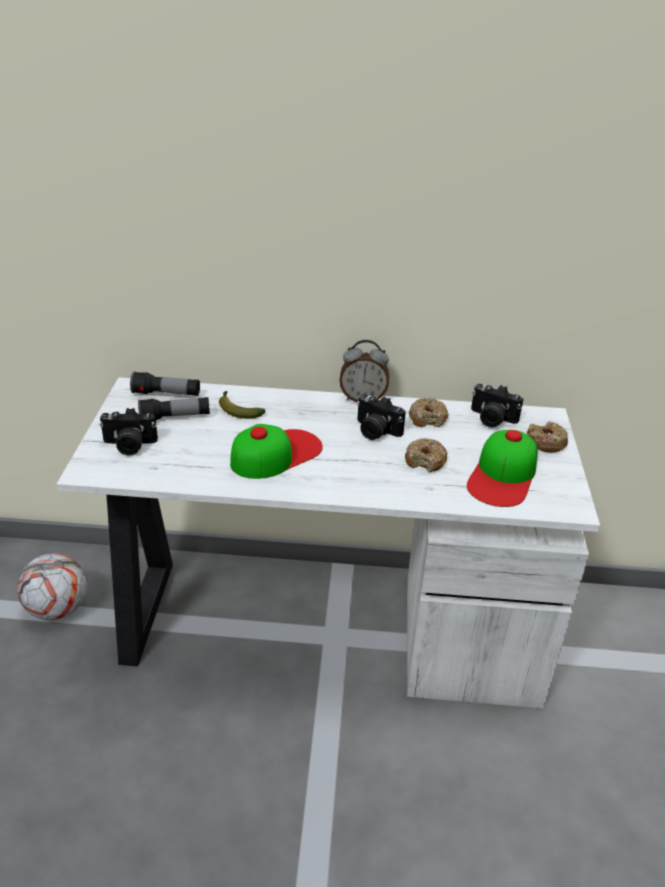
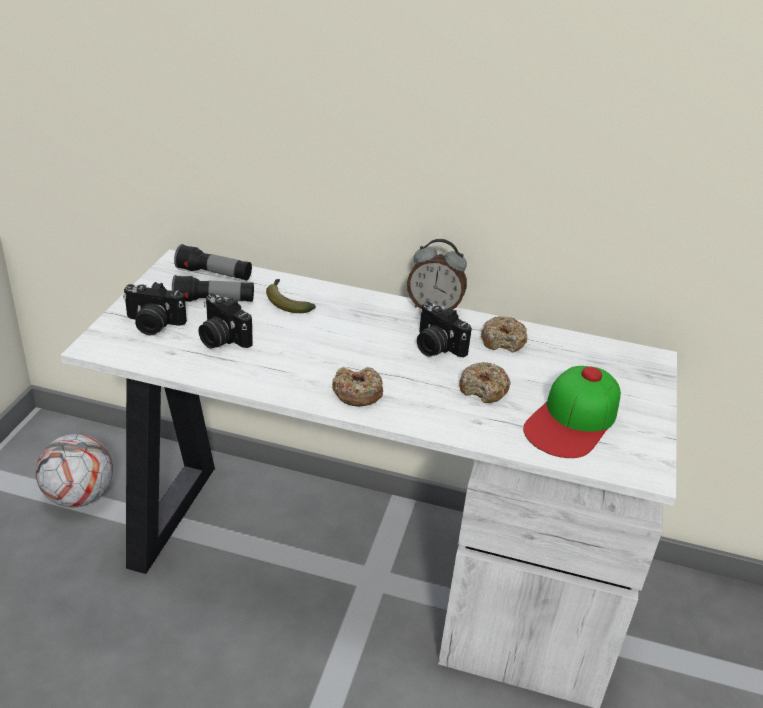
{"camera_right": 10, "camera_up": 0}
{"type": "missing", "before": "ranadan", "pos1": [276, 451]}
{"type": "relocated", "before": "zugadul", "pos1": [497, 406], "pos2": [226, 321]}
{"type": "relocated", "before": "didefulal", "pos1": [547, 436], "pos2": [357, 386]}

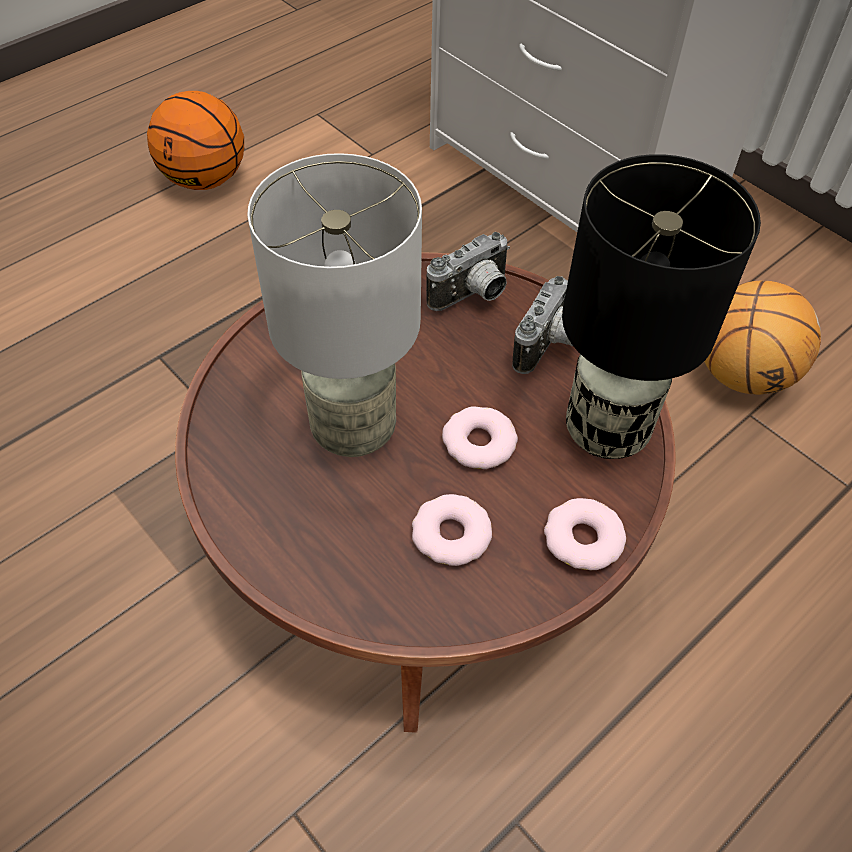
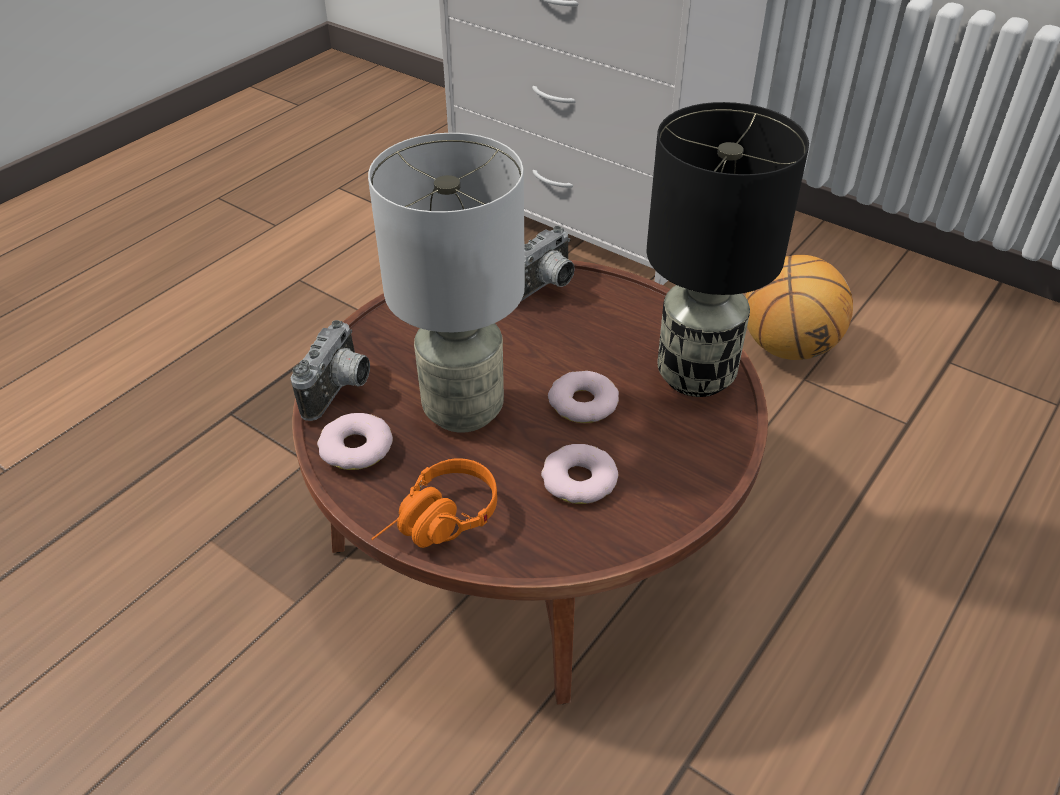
{"camera_right": -10, "camera_up": -10}
{"type": "missing", "before": "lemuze", "pos1": [195, 140]}
{"type": "appeared", "after": "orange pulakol", "pos2": [434, 503]}
{"type": "relocated", "before": "zugadul", "pos1": [542, 325], "pos2": [330, 370]}
{"type": "relocated", "before": "didefulal", "pos1": [585, 534], "pos2": [355, 441]}

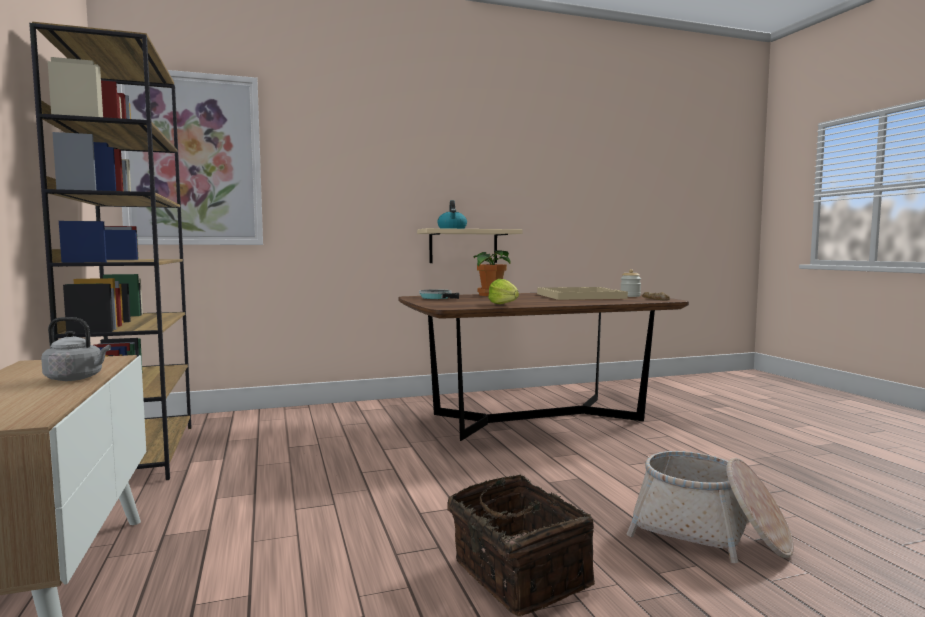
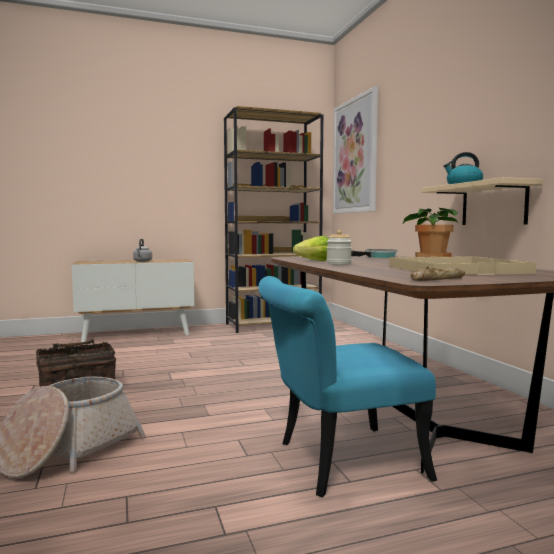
{"camera_right": 90, "camera_up": 0}
{"type": "appeared", "after": "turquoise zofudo", "pos2": [347, 386]}
{"type": "relocated", "before": "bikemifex", "pos1": [631, 283], "pos2": [339, 247]}

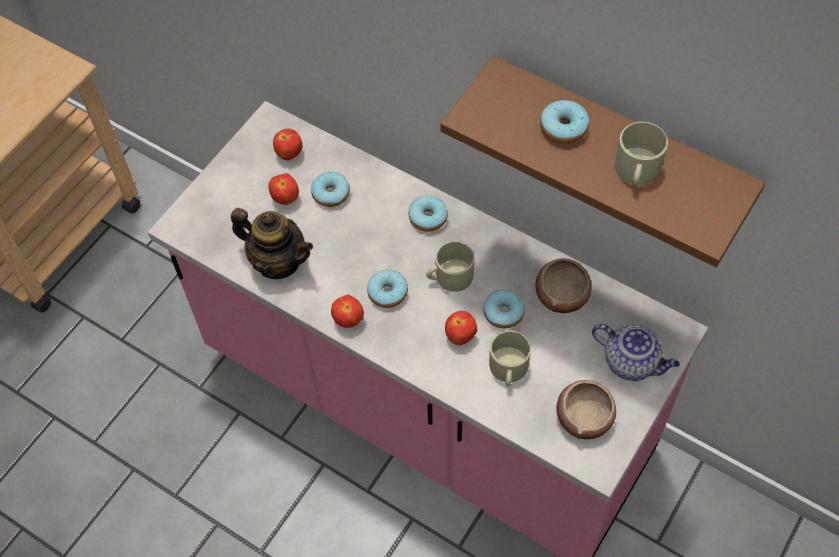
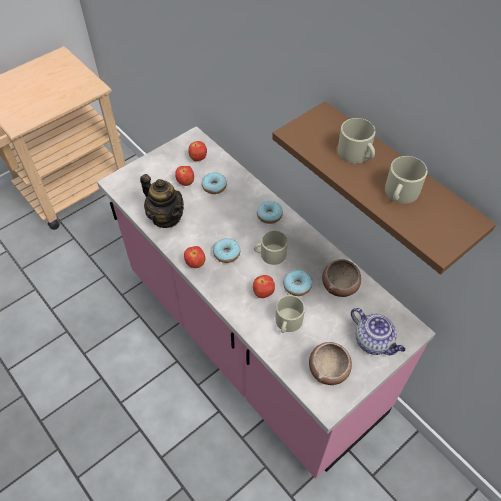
{"camera_right": 15, "camera_up": -5}
{"type": "exchanged", "before": "didefulal", "after": "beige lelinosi", "pos1": [564, 122], "pos2": [357, 140]}

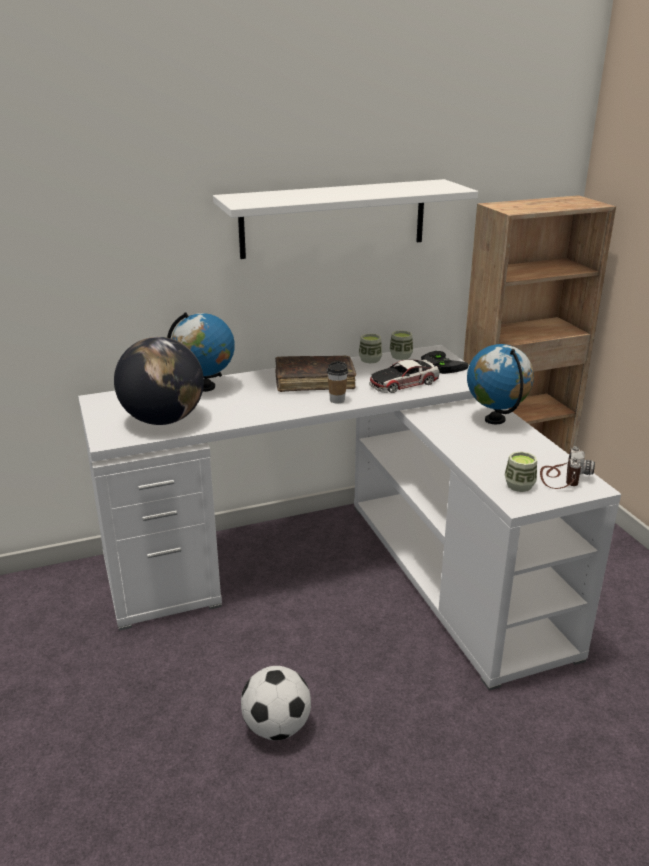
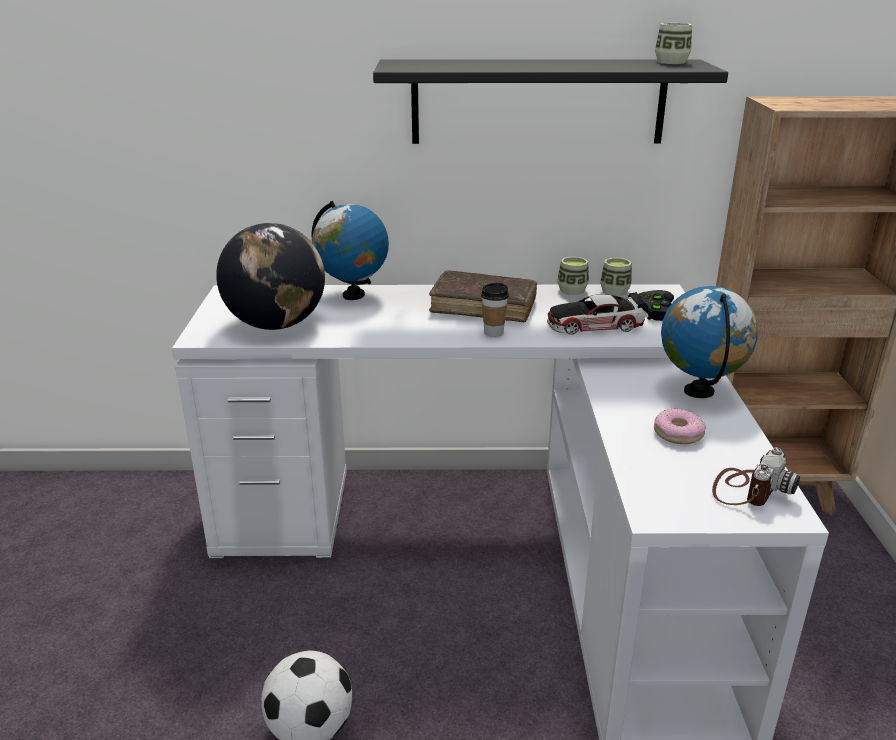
{"camera_right": 20, "camera_up": 0}
{"type": "appeared", "after": "didefulal", "pos2": [680, 426]}
{"type": "relocated", "before": "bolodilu", "pos1": [521, 471], "pos2": [673, 43]}
{"type": "colour", "before": "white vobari", "after": "black vobari", "pos1": [345, 219], "pos2": [550, 101]}

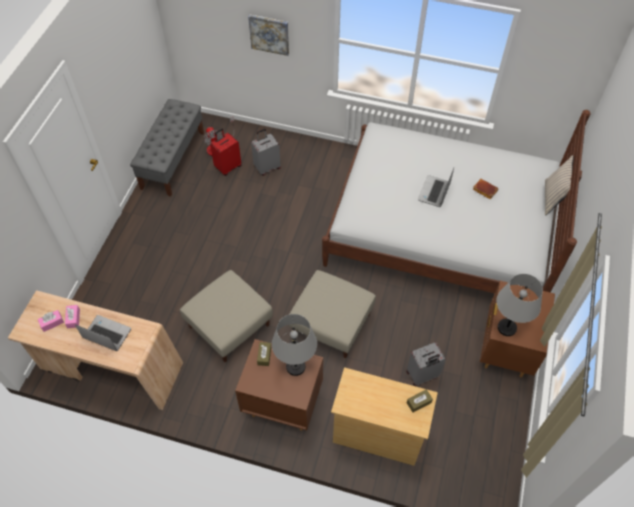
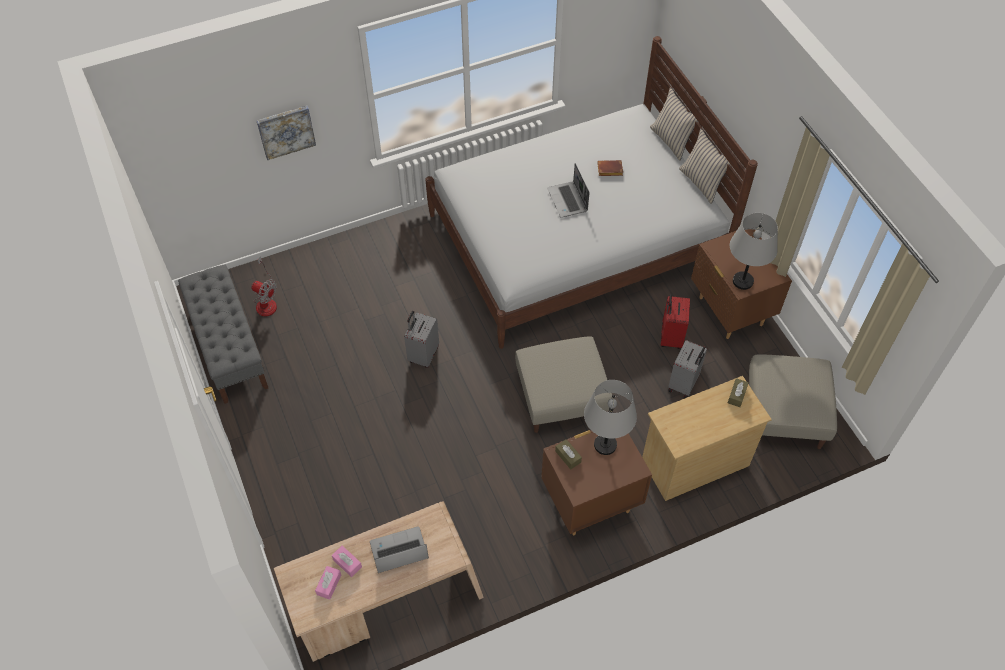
{"camera_right": -40, "camera_up": 0}
{"type": "appeared", "after": "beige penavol", "pos2": [705, 166]}
{"type": "relocated", "before": "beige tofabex", "pos1": [226, 316], "pos2": [793, 401]}
{"type": "relocated", "before": "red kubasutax", "pos1": [225, 152], "pos2": [675, 321]}
{"type": "relocated", "before": "grey kubasutax", "pos1": [266, 152], "pos2": [421, 339]}

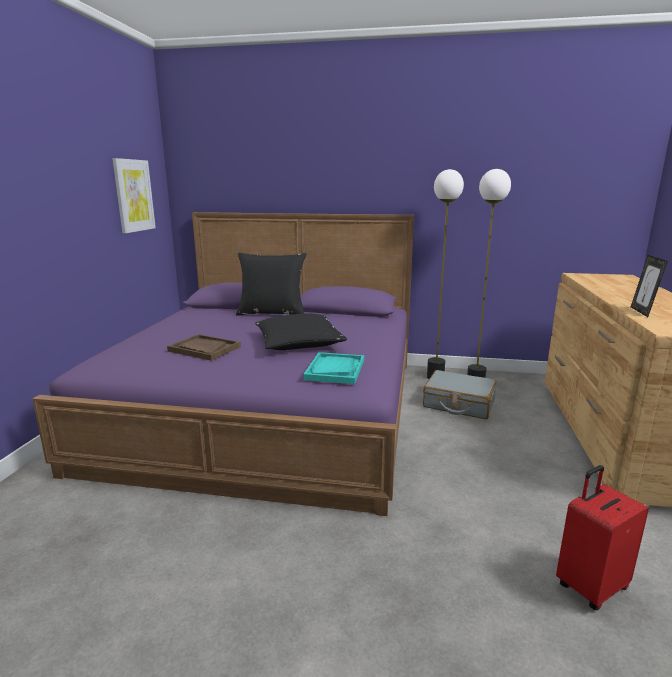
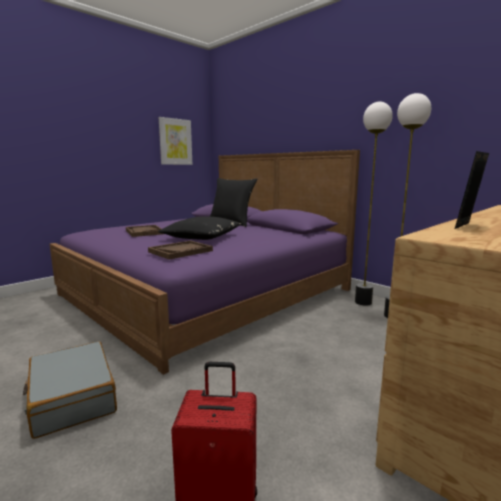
{"camera_right": 35, "camera_up": -5}
{"type": "relocated", "before": "grey kubasutax", "pos1": [460, 394], "pos2": [70, 390]}
{"type": "colour", "before": "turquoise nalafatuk", "after": "brown nalafatuk", "pos1": [333, 368], "pos2": [180, 250]}

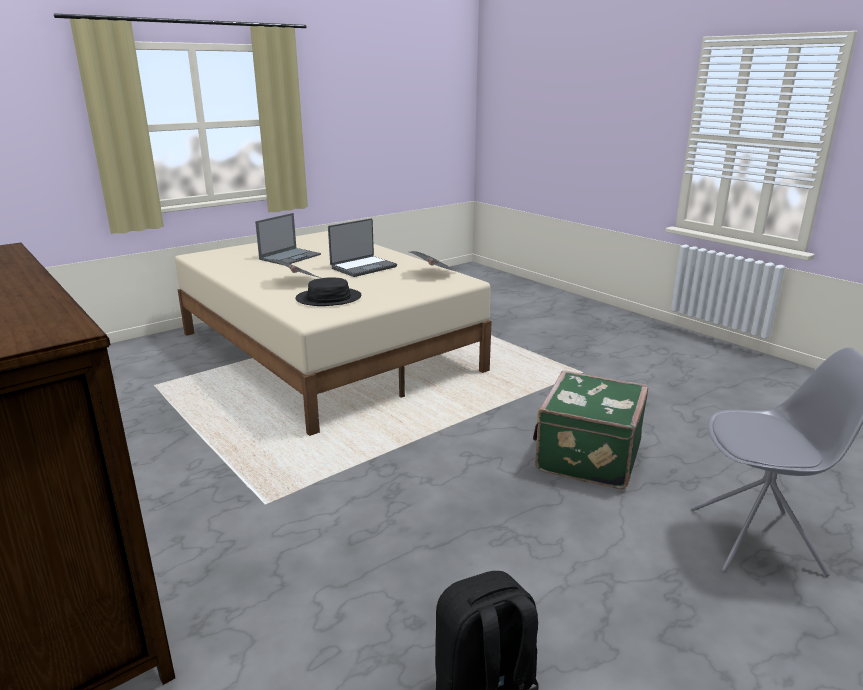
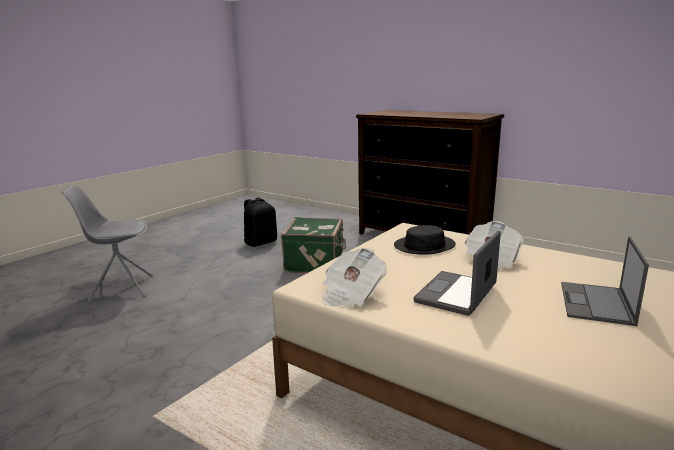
{"camera_right": 165, "camera_up": -5}
{"type": "relocated", "before": "green kubasutax", "pos1": [590, 429], "pos2": [313, 245]}

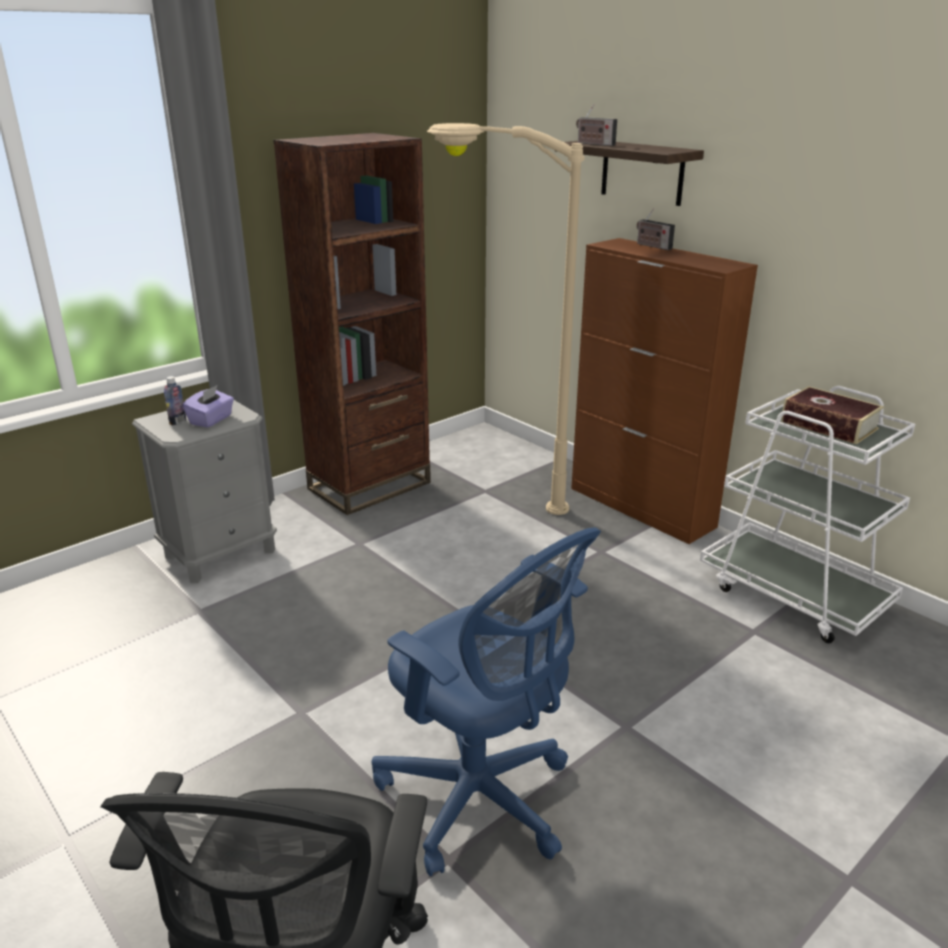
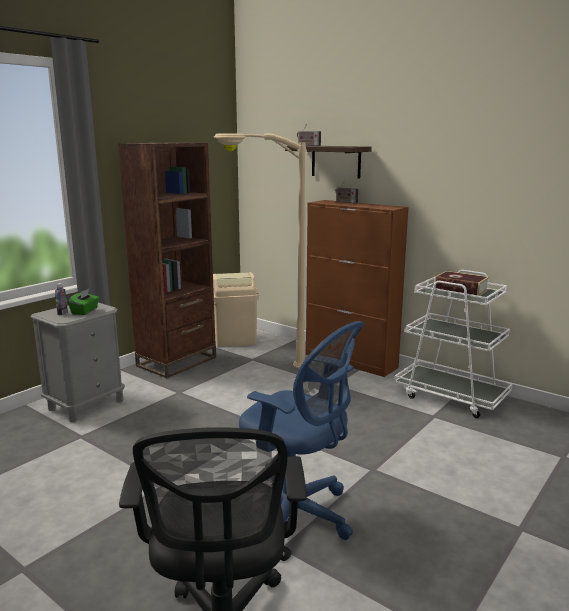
{"camera_right": -10, "camera_up": -10}
{"type": "appeared", "after": "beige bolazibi", "pos2": [236, 309]}
{"type": "colour", "before": "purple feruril", "after": "green feruril", "pos1": [208, 406], "pos2": [83, 302]}

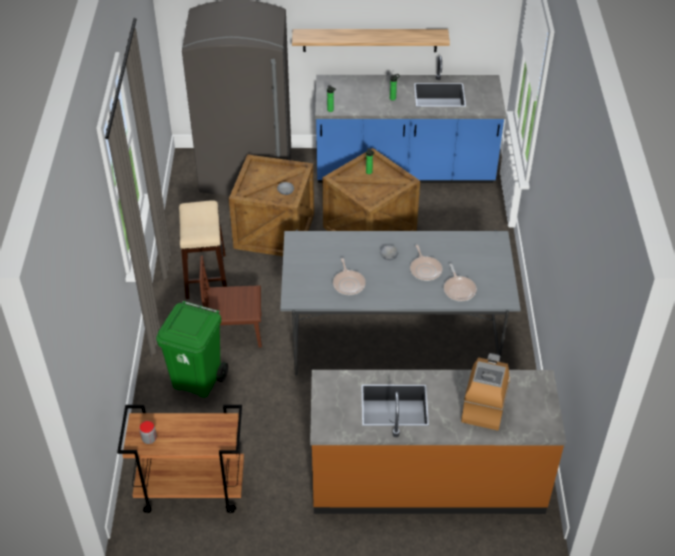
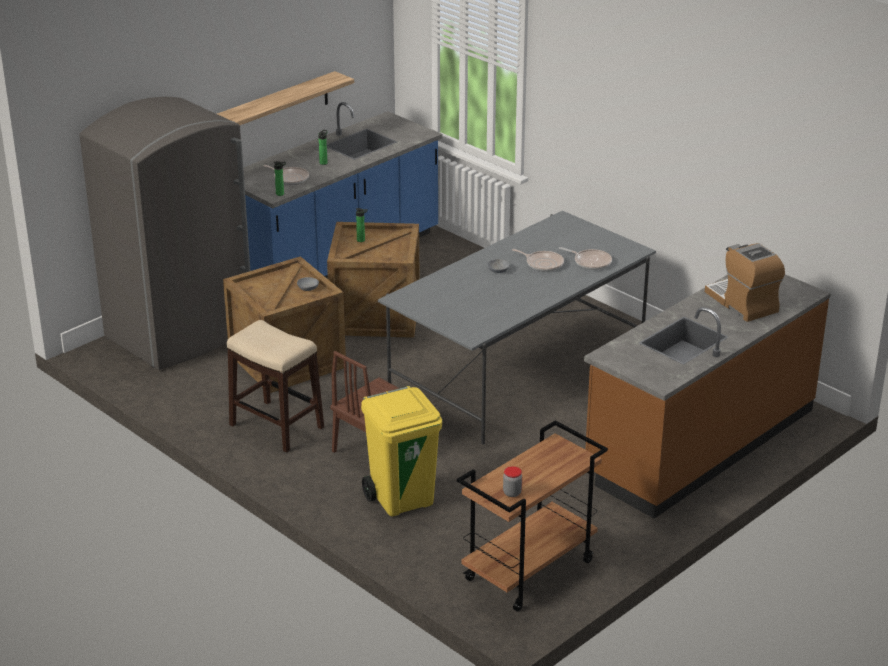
{"camera_right": -45, "camera_up": -15}
{"type": "relocated", "before": "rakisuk", "pos1": [349, 276], "pos2": [286, 175]}
{"type": "colour", "before": "green bolazibi", "after": "yellow bolazibi", "pos1": [192, 349], "pos2": [401, 451]}

